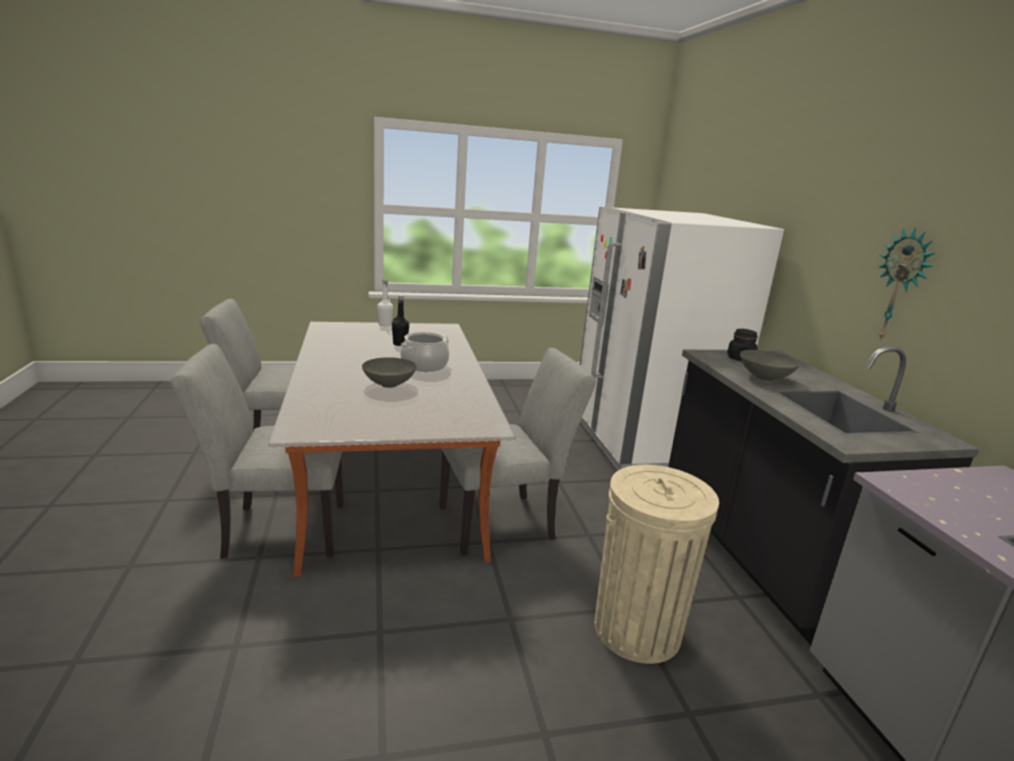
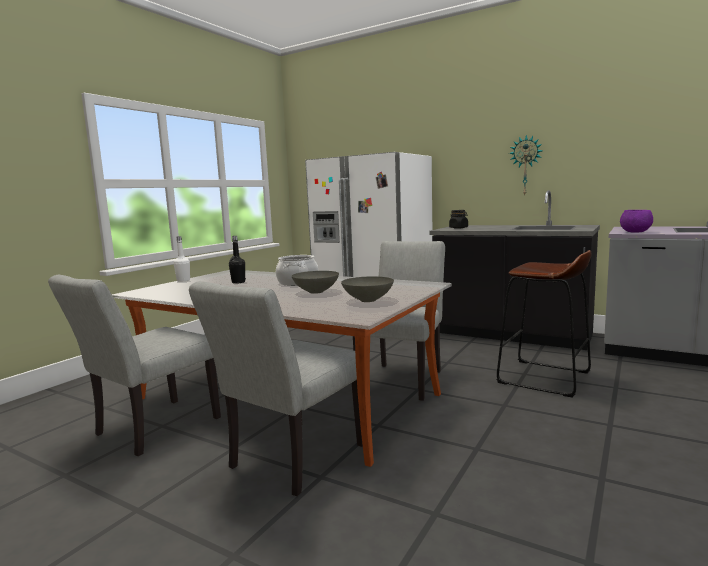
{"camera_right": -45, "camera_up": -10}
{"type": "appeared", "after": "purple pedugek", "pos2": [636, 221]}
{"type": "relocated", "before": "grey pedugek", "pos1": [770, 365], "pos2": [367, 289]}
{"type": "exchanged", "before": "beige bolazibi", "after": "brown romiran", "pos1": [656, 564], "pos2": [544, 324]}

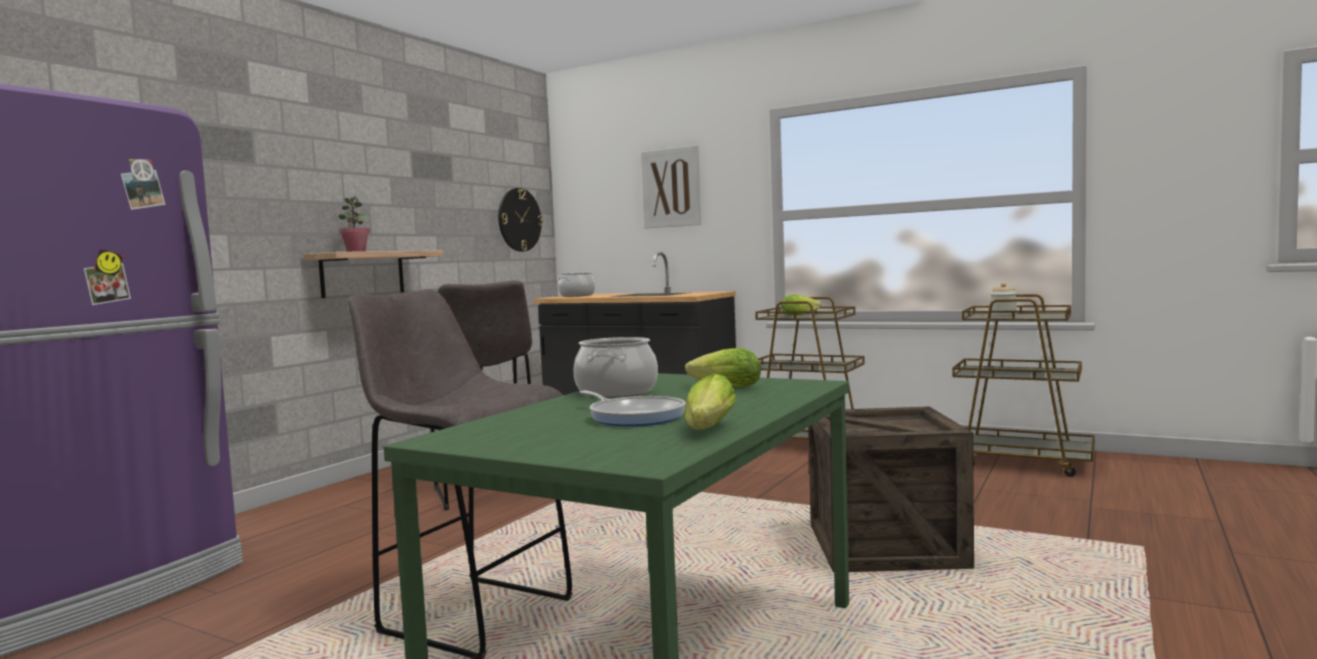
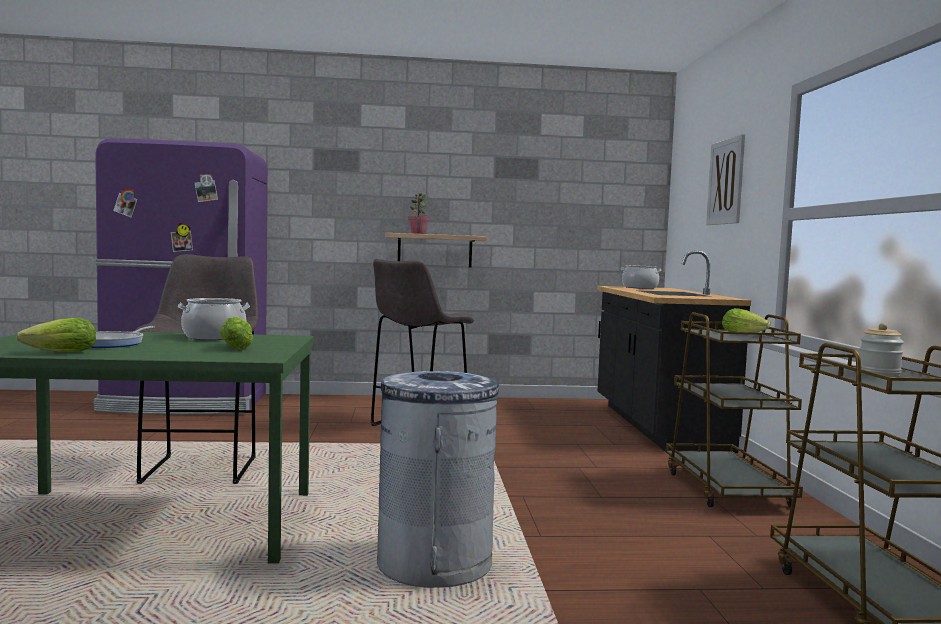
{"camera_right": 55, "camera_up": 0}
{"type": "missing", "before": "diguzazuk", "pos1": [520, 220]}
{"type": "exchanged", "before": "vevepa", "after": "grey bolazibi", "pos1": [891, 489], "pos2": [440, 479]}

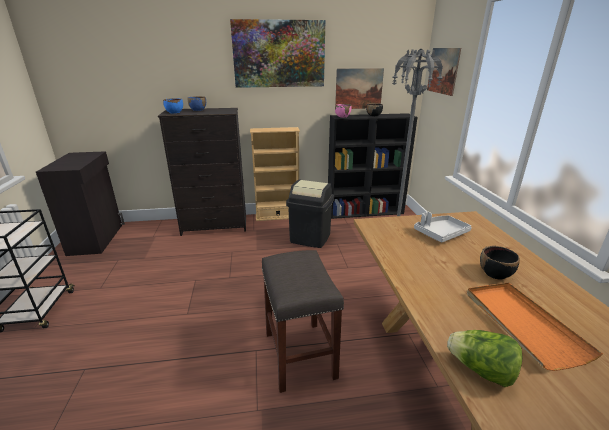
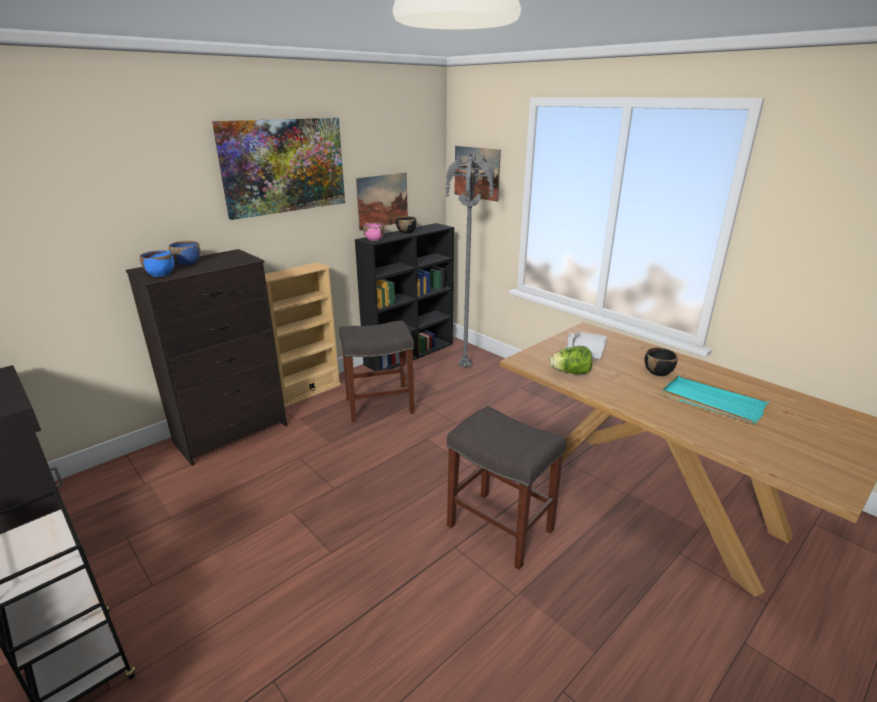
{"camera_right": -35, "camera_up": 0}
{"type": "relocated", "before": "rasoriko", "pos1": [484, 358], "pos2": [571, 360]}
{"type": "exchanged", "before": "black bolazibi", "after": "grey romiran", "pos1": [310, 214], "pos2": [376, 371]}
{"type": "colour", "before": "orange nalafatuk", "after": "turquoise nalafatuk", "pos1": [535, 326], "pos2": [715, 400]}

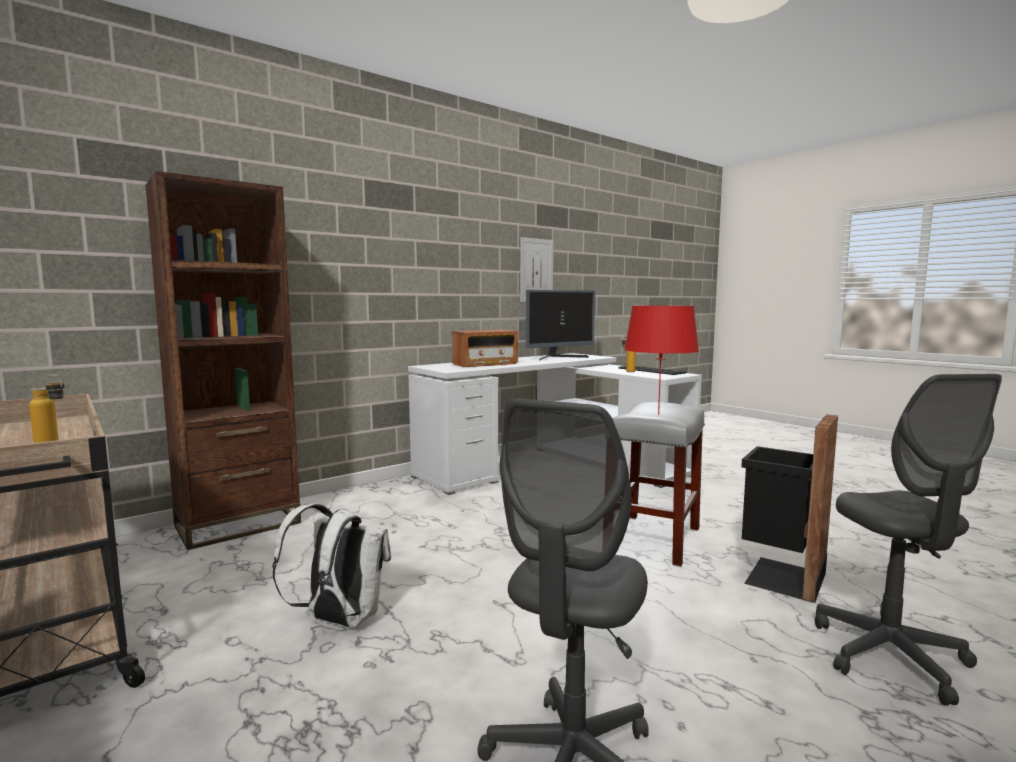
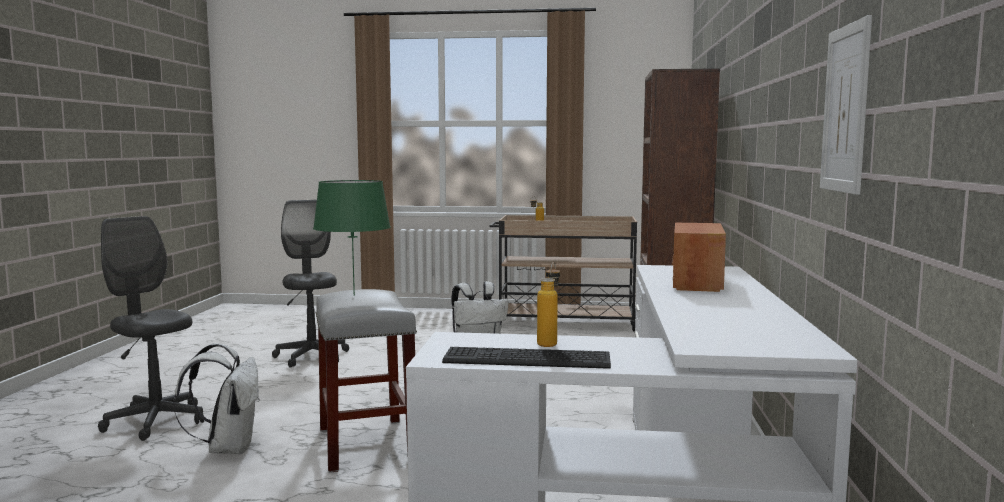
{"camera_right": 135, "camera_up": 0}
{"type": "missing", "before": "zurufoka", "pos1": [560, 325]}
{"type": "exchanged", "before": "black bolazibi", "after": "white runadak", "pos1": [789, 508], "pos2": [216, 398]}
{"type": "colour", "before": "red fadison", "after": "green fadison", "pos1": [661, 360], "pos2": [352, 238]}

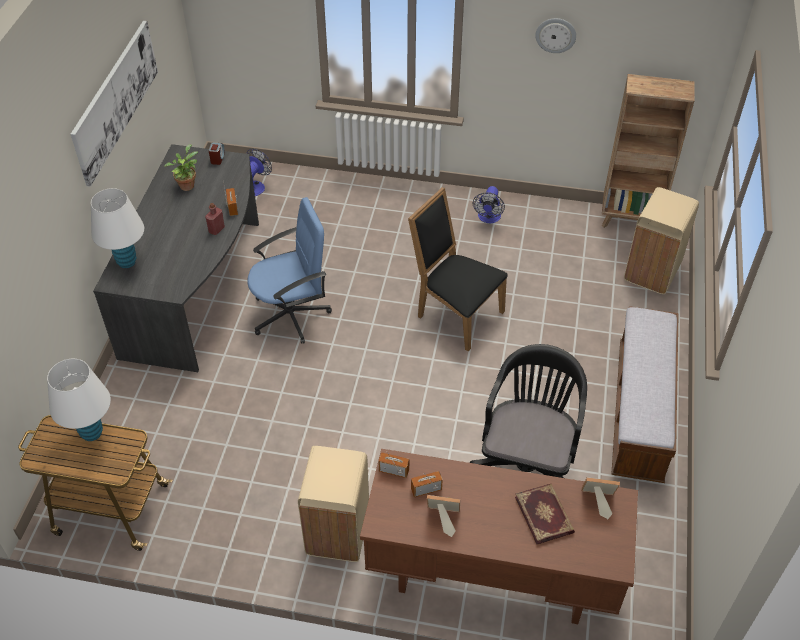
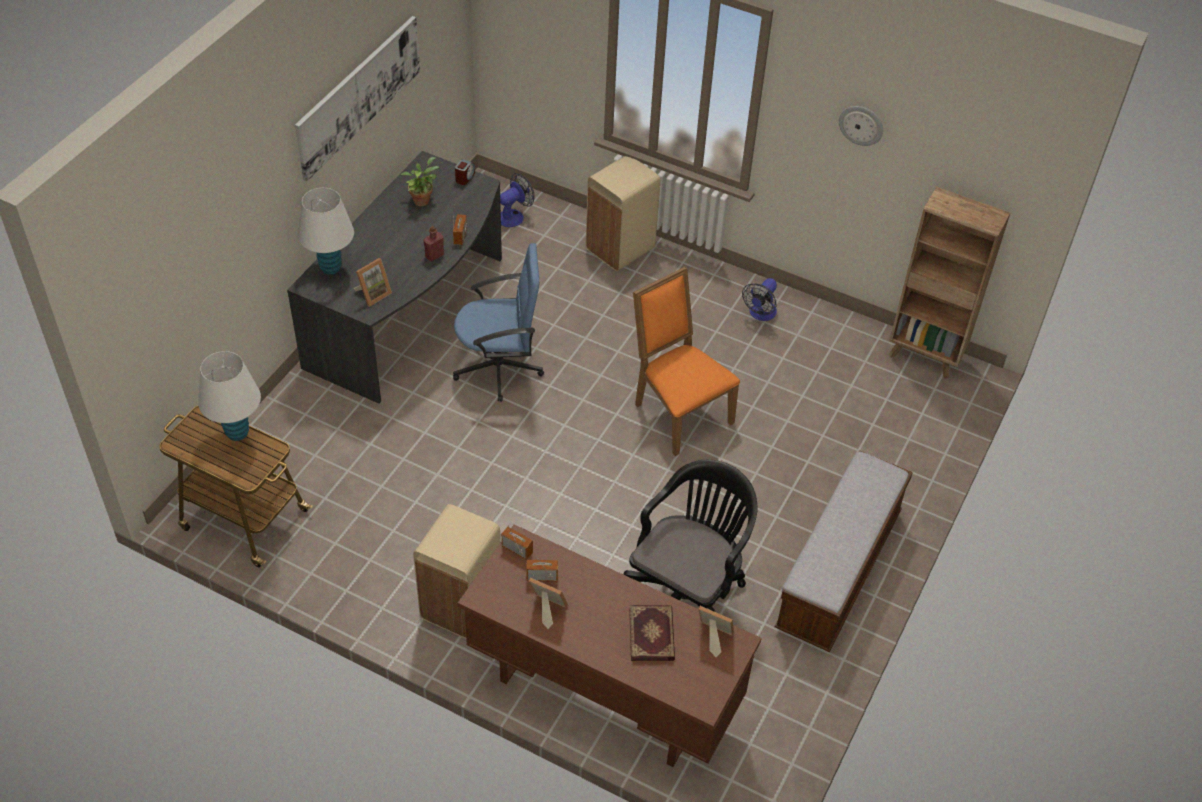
{"camera_right": 15, "camera_up": 0}
{"type": "appeared", "after": "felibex", "pos2": [373, 282]}
{"type": "relocated", "before": "beige bolazibi", "pos1": [661, 240], "pos2": [623, 213]}
{"type": "colour", "before": "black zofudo", "after": "orange zofudo", "pos1": [458, 269], "pos2": [686, 361]}

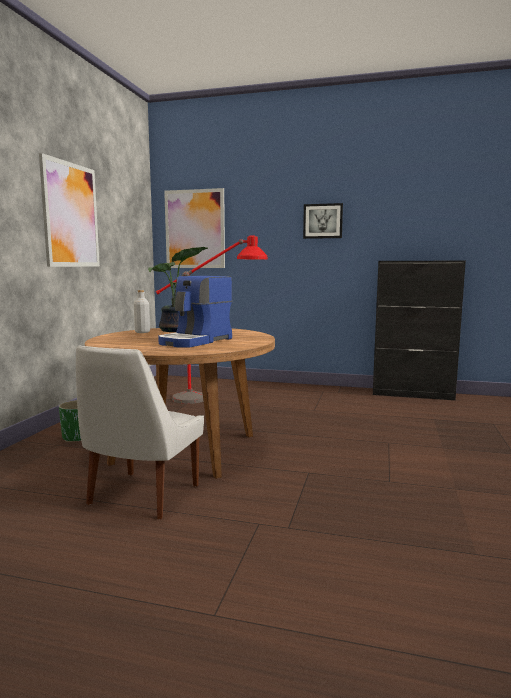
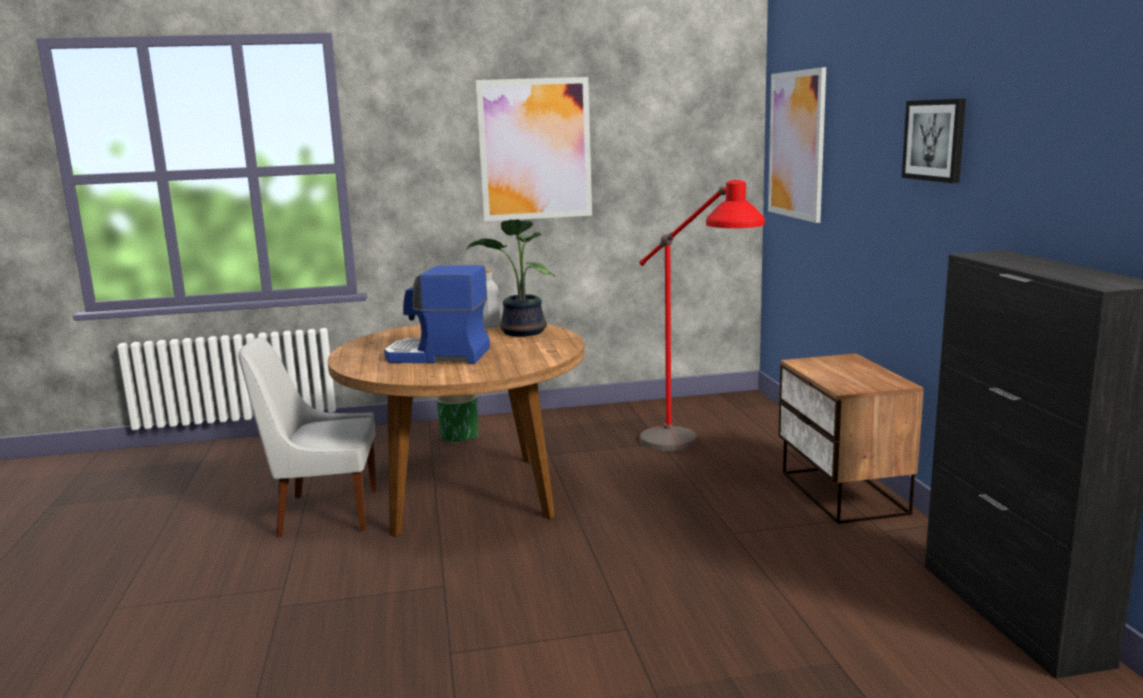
{"camera_right": 65, "camera_up": 5}
{"type": "appeared", "after": "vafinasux", "pos2": [851, 438]}

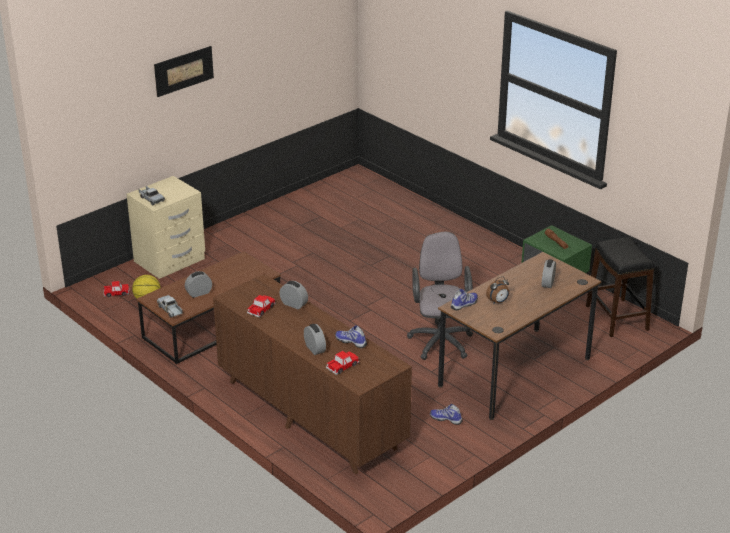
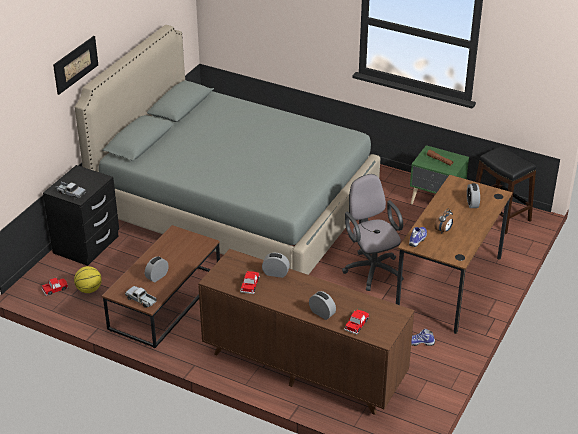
{"camera_right": -20, "camera_up": 5}
{"type": "missing", "before": "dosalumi", "pos1": [351, 337]}
{"type": "appeared", "after": "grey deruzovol", "pos2": [228, 150]}
{"type": "colour", "before": "beige vafinasux", "after": "black vafinasux", "pos1": [166, 227], "pos2": [81, 215]}

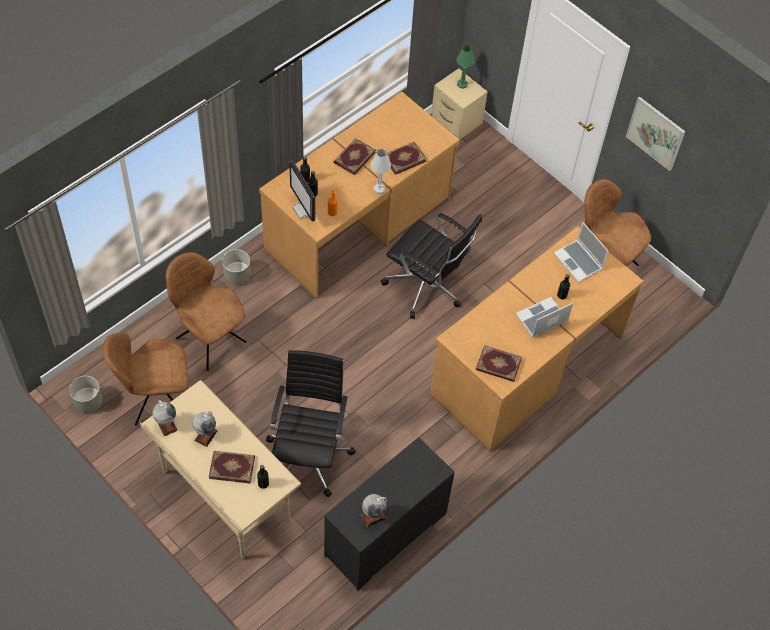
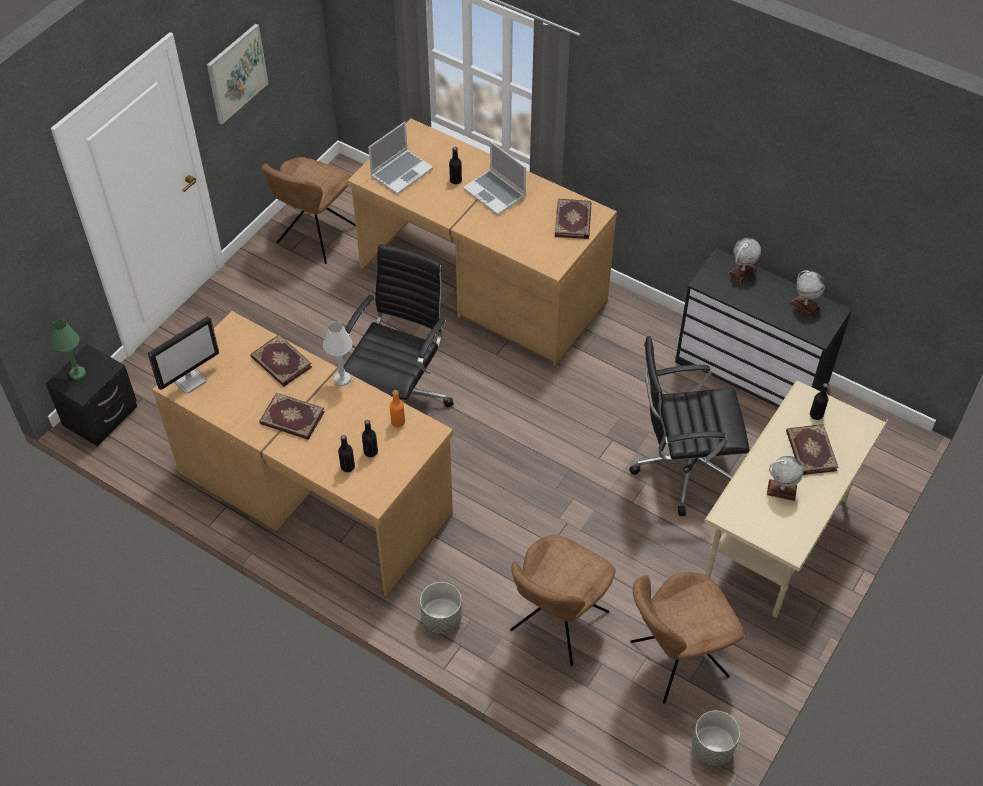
{"camera_right": -100, "camera_up": -5}
{"type": "relocated", "before": "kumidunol", "pos1": [165, 418], "pos2": [744, 260]}
{"type": "relocated", "before": "zurufoka", "pos1": [302, 191], "pos2": [183, 355]}
{"type": "colour", "before": "beige vafinasux", "after": "black vafinasux", "pos1": [460, 103], "pos2": [91, 395]}
{"type": "spun", "before": "brown zofudo", "pos1": [145, 379], "pos2": [687, 638], "turn": 90}

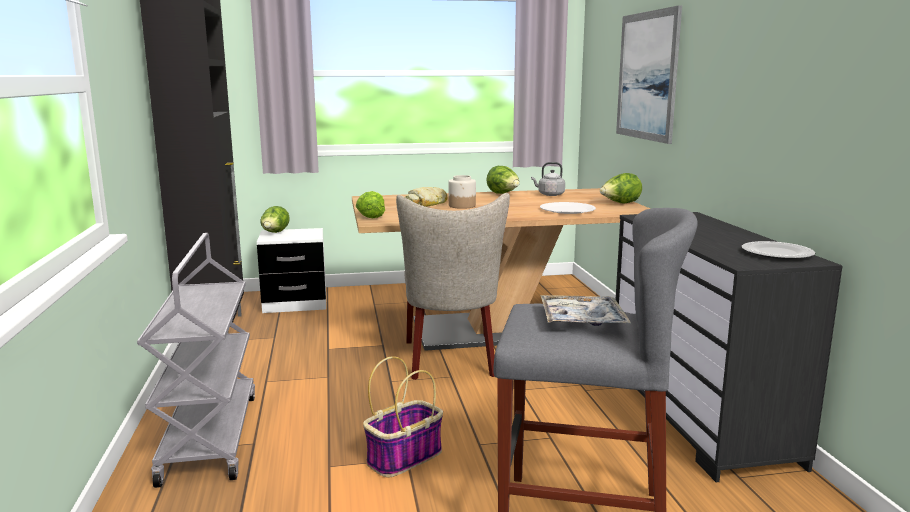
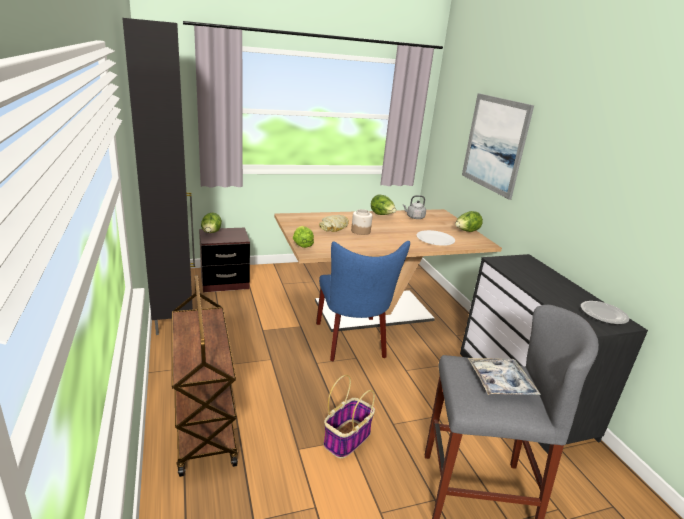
{"camera_right": -10, "camera_up": 10}
{"type": "colour", "before": "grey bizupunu", "after": "brown bizupunu", "pos1": [196, 360], "pos2": [205, 376]}
{"type": "colour", "before": "white vafinasux", "after": "brown vafinasux", "pos1": [291, 270], "pos2": [224, 260]}
{"type": "colour", "before": "beige zofudo", "after": "blue zofudo", "pos1": [453, 286], "pos2": [363, 301]}

